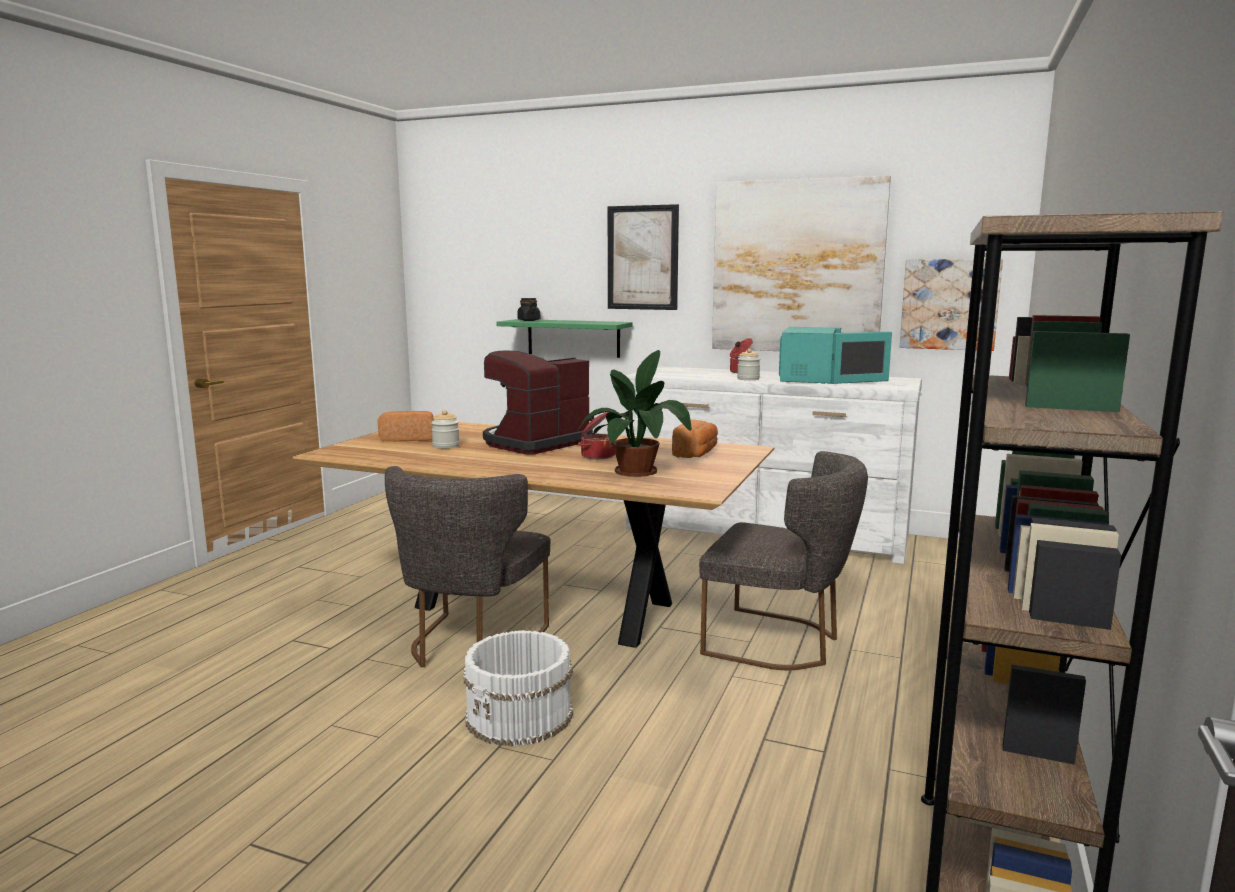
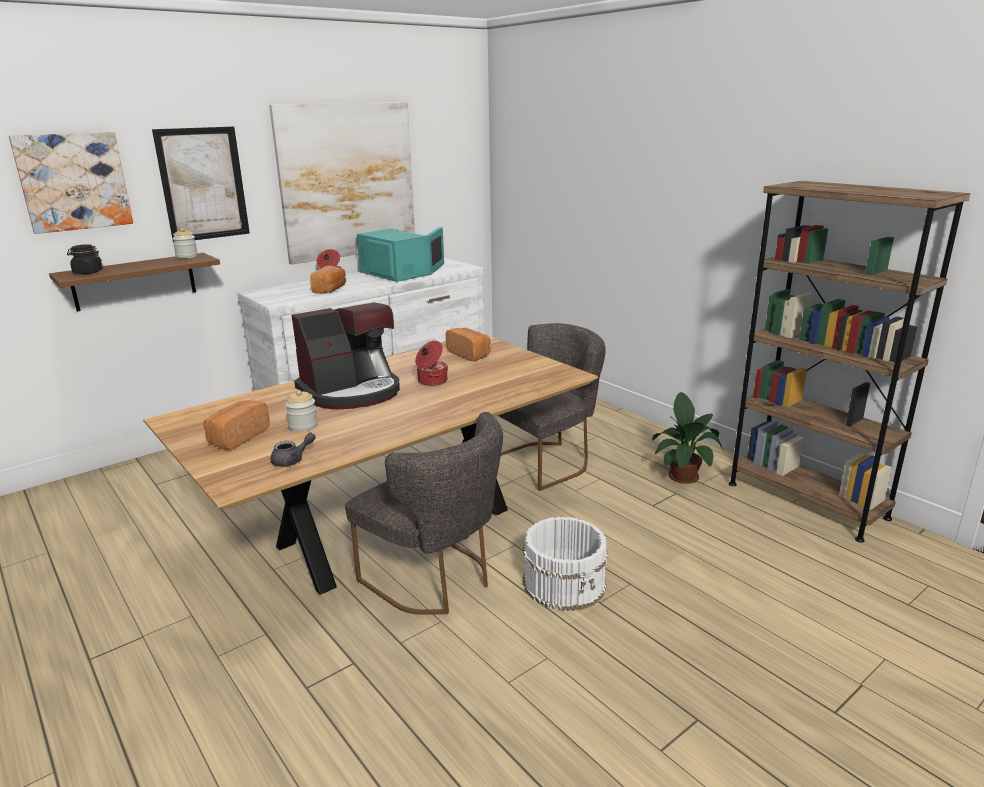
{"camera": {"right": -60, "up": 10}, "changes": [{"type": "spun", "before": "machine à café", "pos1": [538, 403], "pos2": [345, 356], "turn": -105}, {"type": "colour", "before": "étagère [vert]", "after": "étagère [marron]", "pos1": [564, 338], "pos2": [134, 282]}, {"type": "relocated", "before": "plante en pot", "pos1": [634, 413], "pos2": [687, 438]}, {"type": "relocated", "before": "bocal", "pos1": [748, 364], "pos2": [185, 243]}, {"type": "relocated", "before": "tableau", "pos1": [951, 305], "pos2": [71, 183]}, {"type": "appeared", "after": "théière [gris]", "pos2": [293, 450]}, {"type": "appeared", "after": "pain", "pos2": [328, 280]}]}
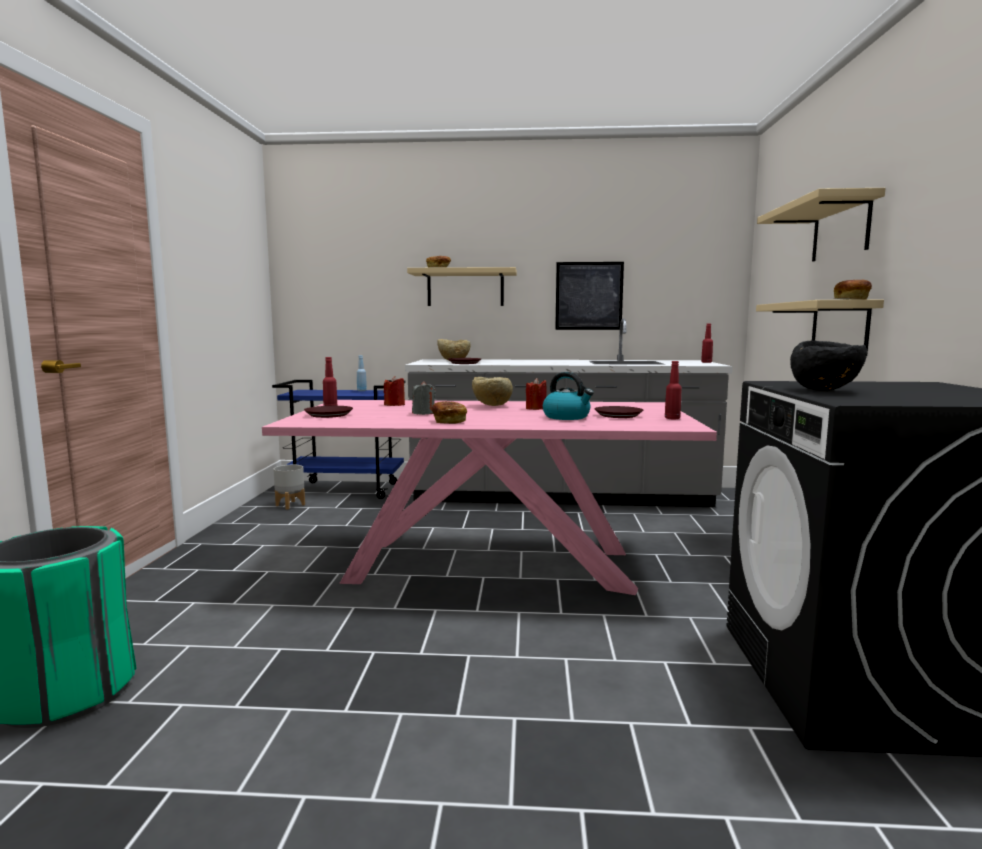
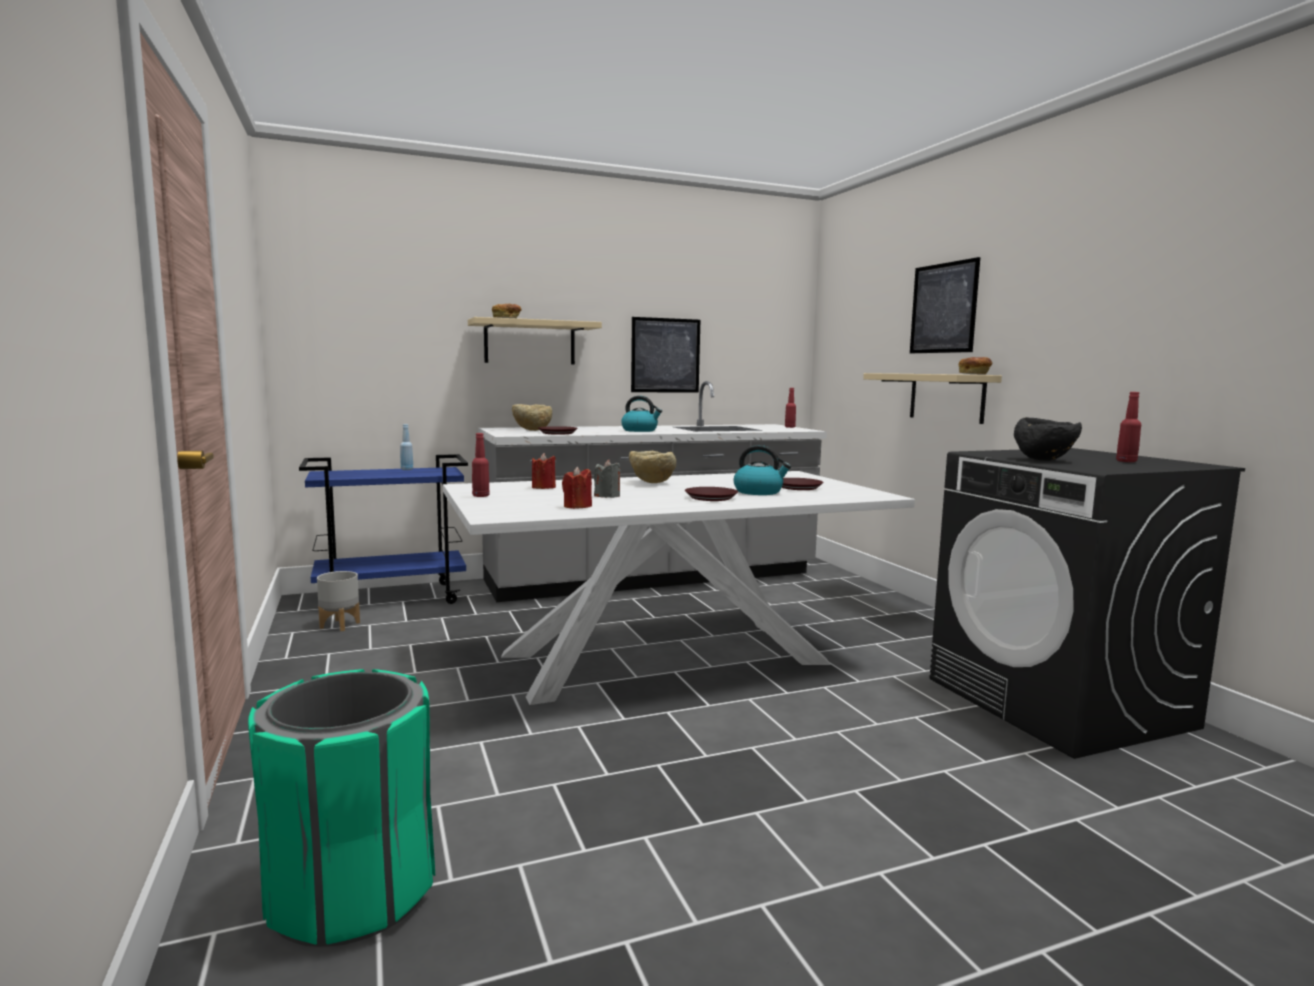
{"camera": {"right": -25, "up": 0}, "changes": [{"type": "colour", "before": "table à manger [rose]", "after": "table à manger [blanc]", "pos1": [489, 497], "pos2": [679, 588]}, {"type": "relocated", "before": "assiette [marron]", "pos1": [328, 412], "pos2": [711, 494]}, {"type": "missing", "before": "pain", "pos1": [449, 412]}, {"type": "relocated", "before": "bougie [rouge]", "pos1": [536, 394], "pos2": [577, 487]}, {"type": "relocated", "before": "bouteille [rouge]", "pos1": [673, 390], "pos2": [1128, 427]}, {"type": "exchanged", "before": "étagère [beige]", "after": "tableau", "pos1": [821, 225], "pos2": [945, 305]}, {"type": "appeared", "after": "bouilloire", "pos2": [641, 414]}]}
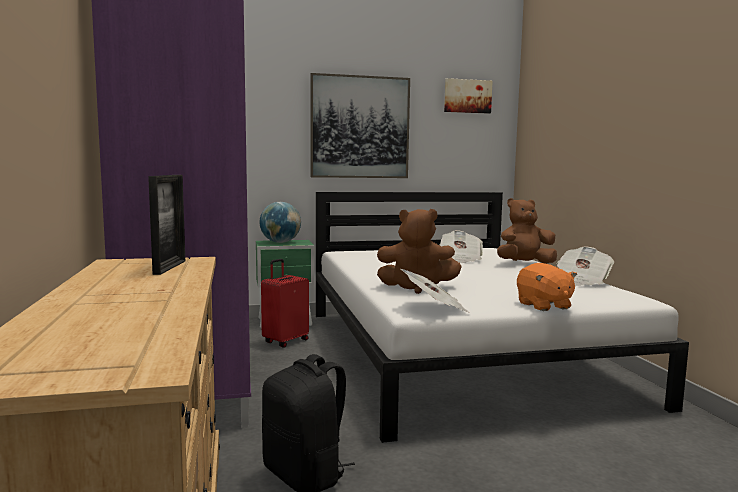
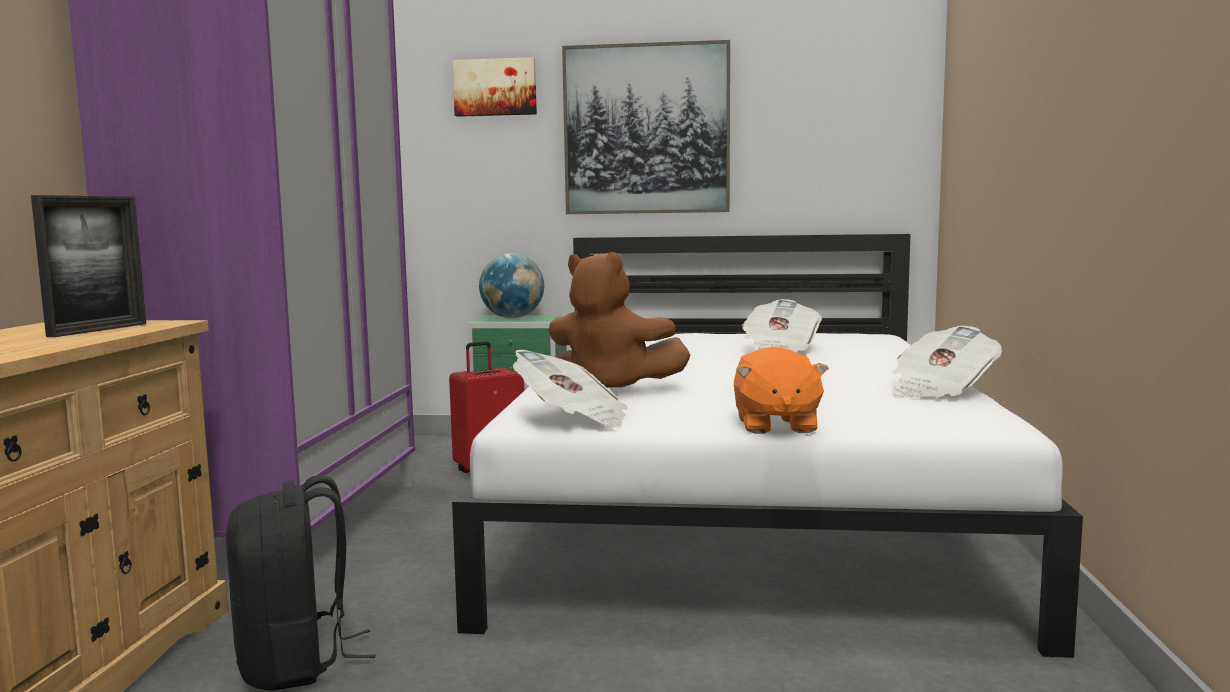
{"camera": {"right": 20, "up": 0}, "changes": [{"type": "relocated", "before": "tableau", "pos1": [468, 96], "pos2": [494, 87]}, {"type": "missing", "before": "peluche [marron]", "pos1": [527, 231]}]}
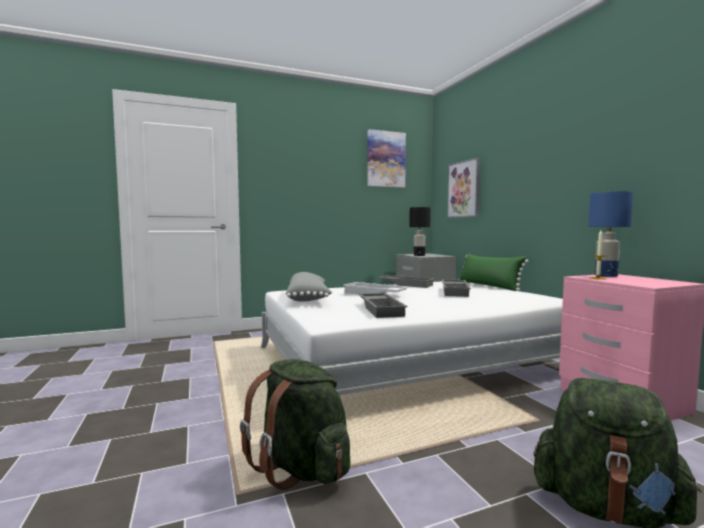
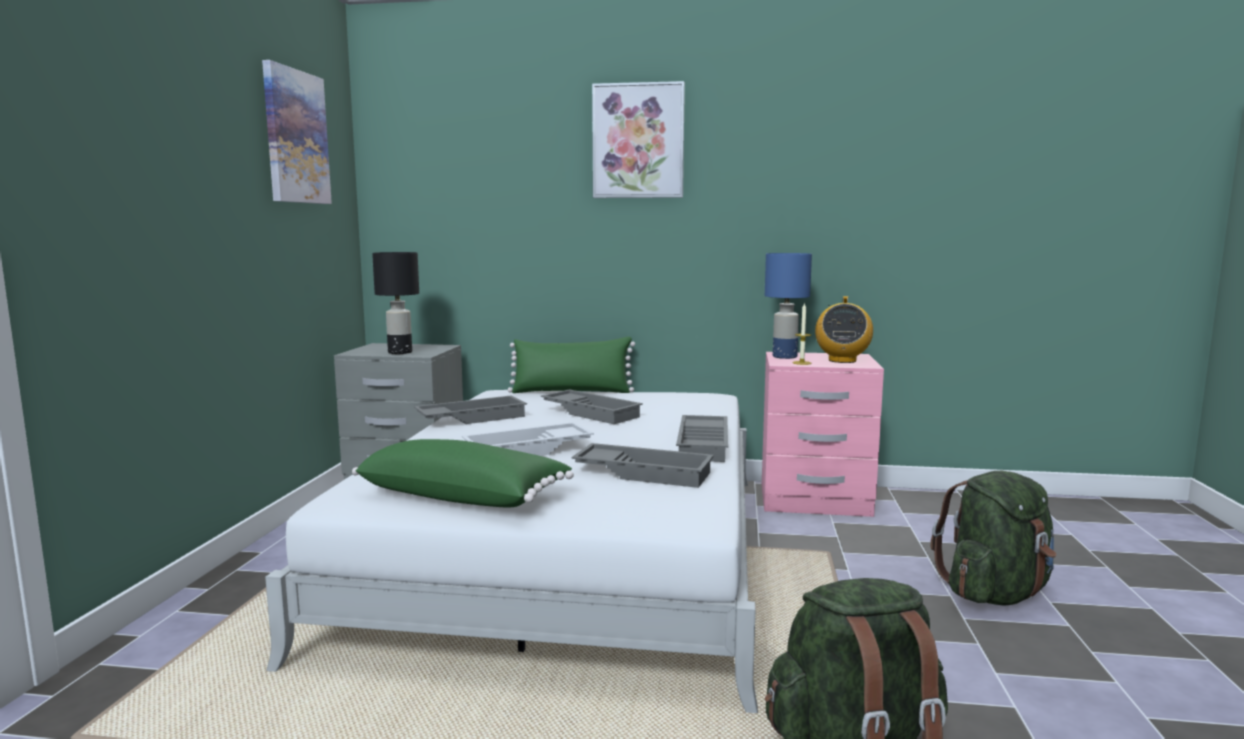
{"camera": {"right": -60, "up": 5}, "changes": [{"type": "colour", "before": "coussin [gris]", "after": "coussin [vert]", "pos1": [309, 286], "pos2": [463, 473]}, {"type": "relocated", "before": "tableau", "pos1": [464, 187], "pos2": [638, 139]}, {"type": "appeared", "after": "plateau [gris]", "pos2": [702, 438]}, {"type": "appeared", "after": "radio", "pos2": [844, 329]}]}
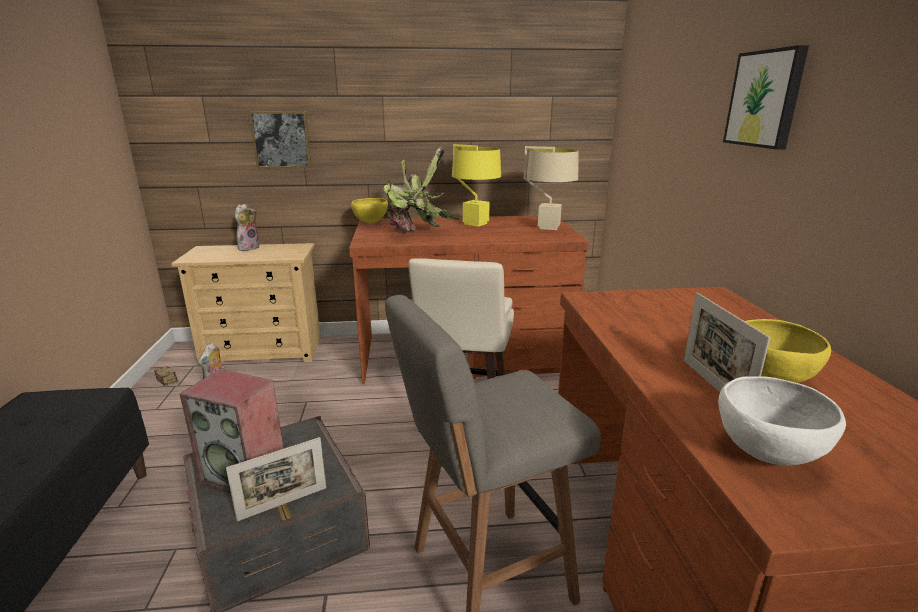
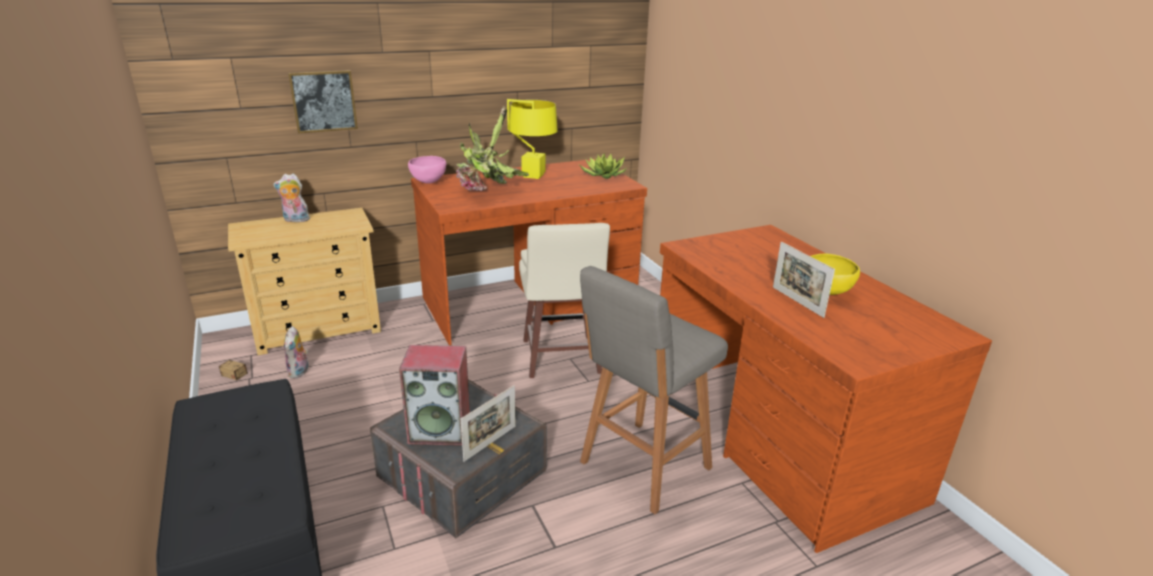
{"camera": {"right": -20, "up": 5}, "changes": [{"type": "spun", "before": "peluche", "pos1": [247, 227], "pos2": [291, 198], "turn": -105}, {"type": "colour", "before": "bol [jaune]", "after": "bol [rose]", "pos1": [369, 210], "pos2": [427, 170]}, {"type": "exchanged", "before": "lampe de table [beige]", "after": "plante en pot", "pos1": [551, 188], "pos2": [603, 166]}, {"type": "missing", "before": "bol [blanc]", "pos1": [782, 421]}, {"type": "missing", "before": "tableau", "pos1": [766, 97]}]}
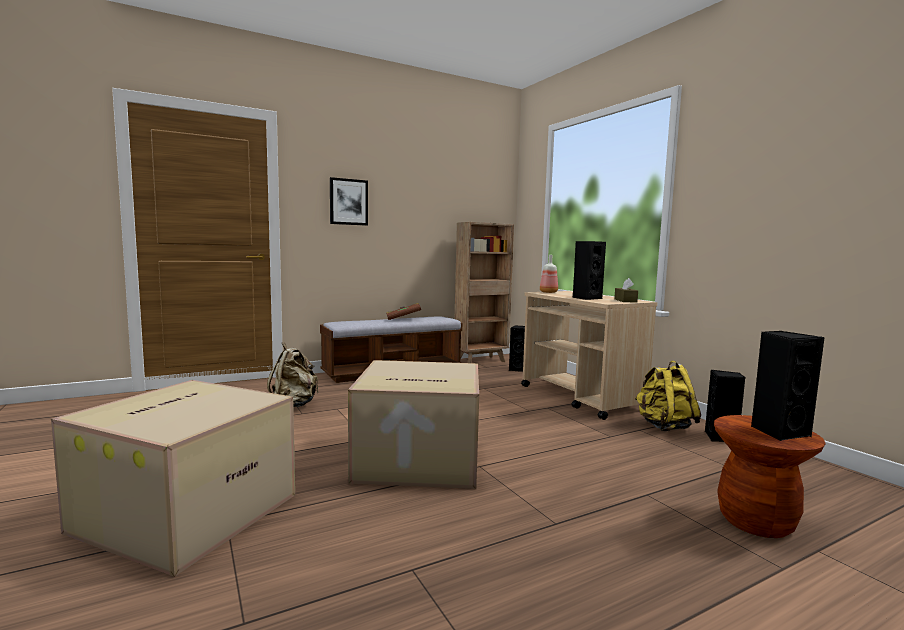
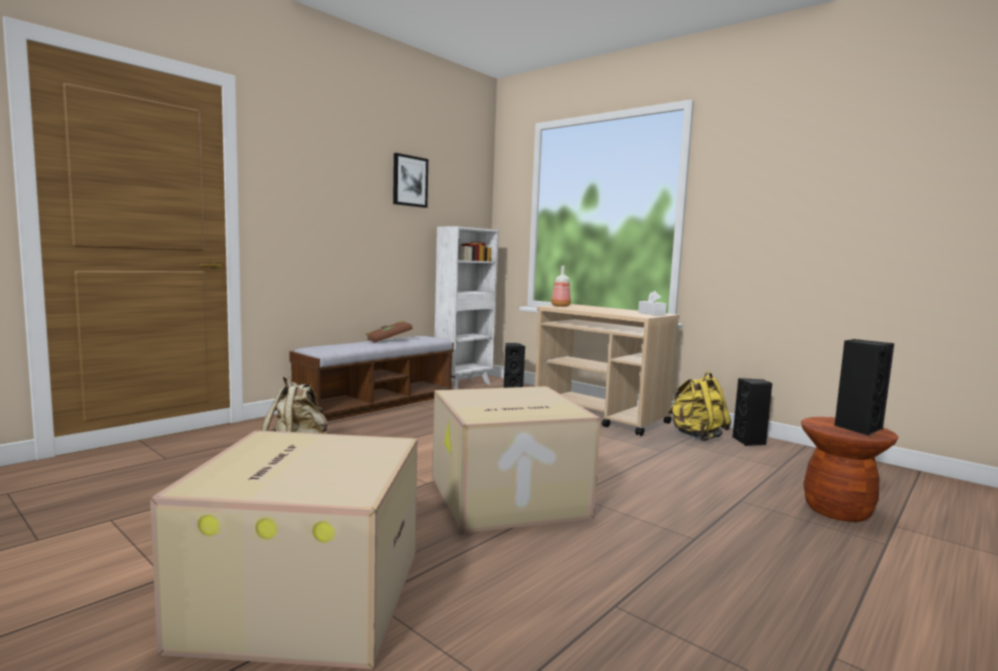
{"camera": {"right": -20, "up": 0}, "changes": [{"type": "relocated", "before": "tableau", "pos1": [349, 201], "pos2": [410, 180]}, {"type": "colour", "before": "bibliothèque [marron]", "after": "bibliothèque [blanc]", "pos1": [484, 292], "pos2": [467, 307]}, {"type": "missing", "before": "enceinte [noir]", "pos1": [589, 270]}, {"type": "colour", "before": "boîte à mouchoirs [marron]", "after": "boîte à mouchoirs [blanc]", "pos1": [626, 290], "pos2": [652, 303]}]}
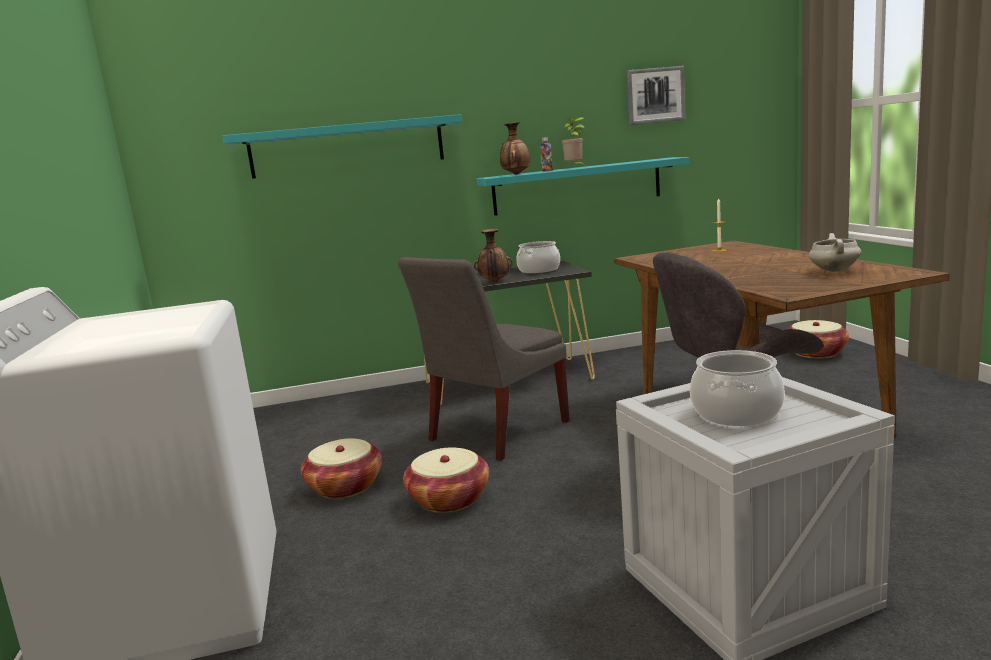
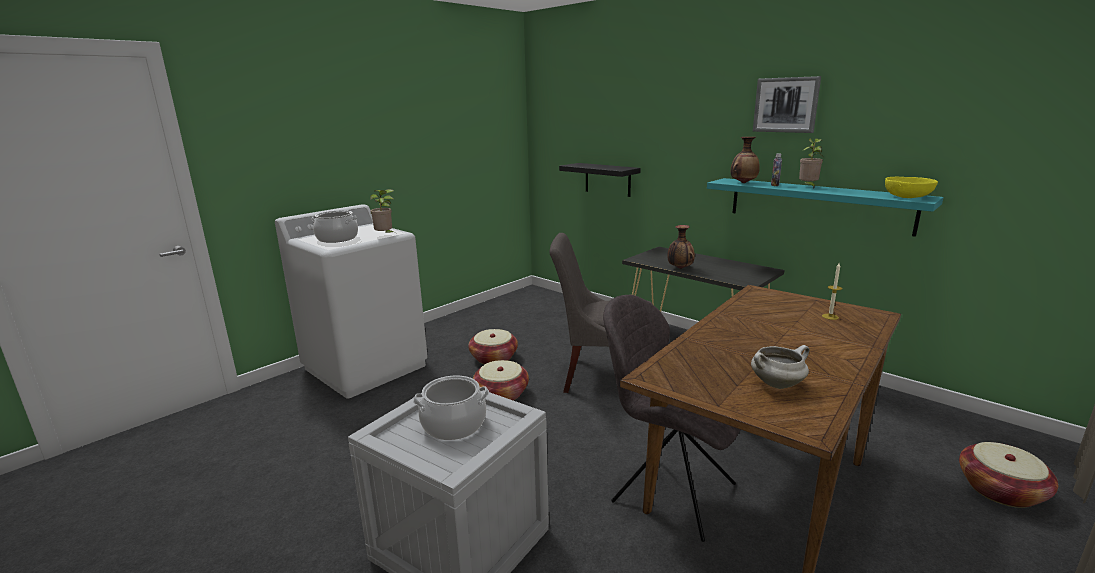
{"camera": {"right": 55, "up": 5}, "changes": [{"type": "missing", "before": "étagère [turquoise]", "pos1": [342, 146]}, {"type": "relocated", "before": "marmite", "pos1": [538, 257], "pos2": [335, 226]}, {"type": "relocated", "before": "tableau", "pos1": [656, 95], "pos2": [787, 104]}, {"type": "appeared", "after": "plante en pot", "pos2": [382, 211]}, {"type": "appeared", "after": "étagère [noir]", "pos2": [600, 180]}, {"type": "appeared", "after": "bol [jaune]", "pos2": [911, 187]}]}
